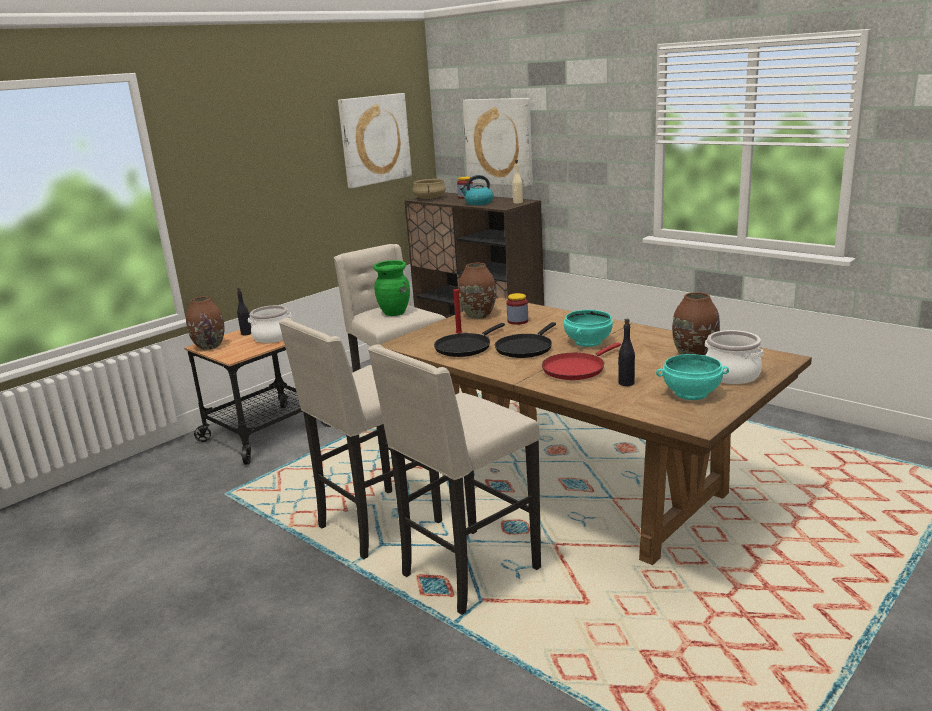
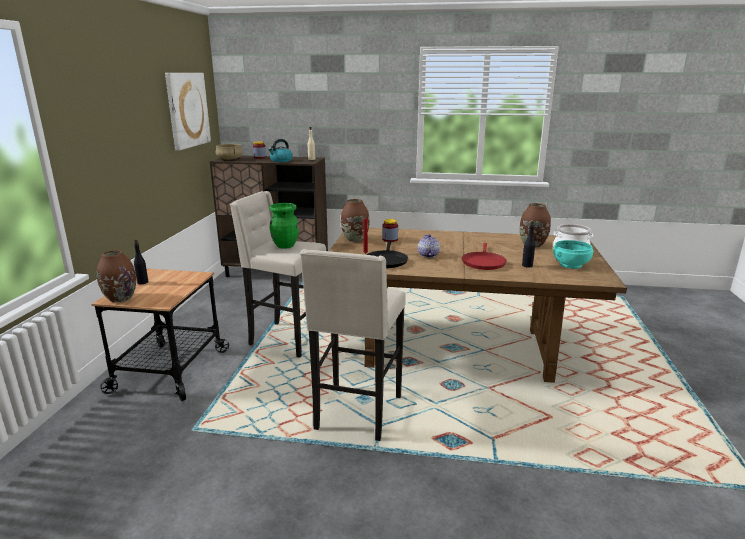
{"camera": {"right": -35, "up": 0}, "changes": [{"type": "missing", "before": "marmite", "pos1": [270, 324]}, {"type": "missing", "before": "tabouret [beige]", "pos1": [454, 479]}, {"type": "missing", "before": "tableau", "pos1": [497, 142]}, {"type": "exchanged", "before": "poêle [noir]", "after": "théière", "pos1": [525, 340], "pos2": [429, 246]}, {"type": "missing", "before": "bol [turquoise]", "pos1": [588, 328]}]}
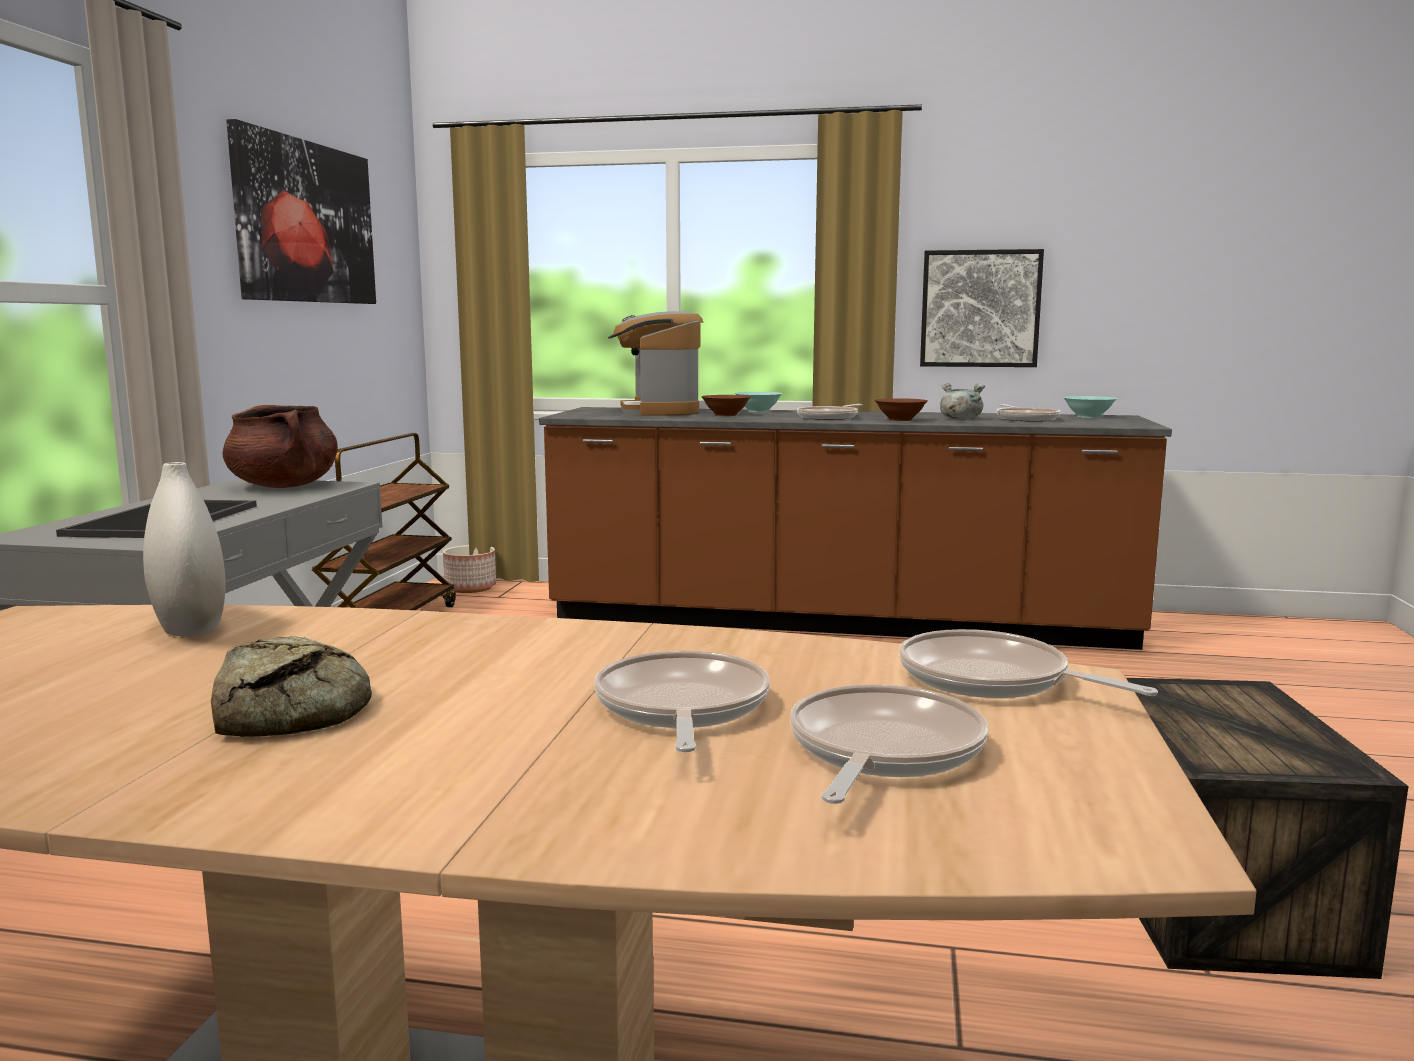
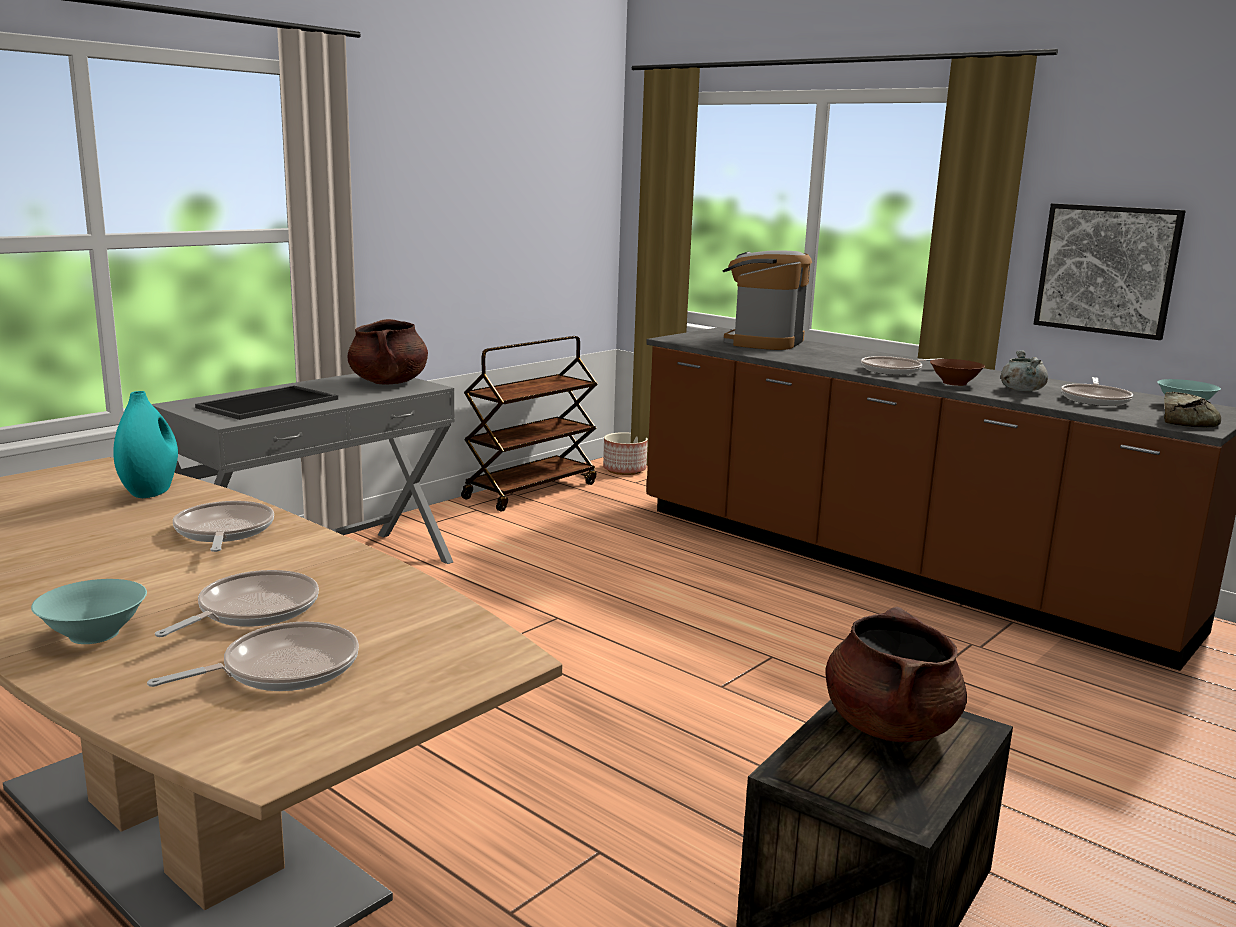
{"camera": {"right": 30, "up": 5}, "changes": [{"type": "colour", "before": "vase [blanc]", "after": "vase [turquoise]", "pos1": [184, 549], "pos2": [145, 444]}, {"type": "relocated", "before": "pain", "pos1": [291, 686], "pos2": [1192, 410]}, {"type": "missing", "before": "tableau", "pos1": [301, 211]}, {"type": "missing", "before": "bol [marron]", "pos1": [726, 405]}, {"type": "relocated", "before": "bol [turquoise]", "pos1": [758, 402], "pos2": [89, 611]}, {"type": "relocated", "before": "poêle", "pos1": [1028, 663], "pos2": [223, 526]}, {"type": "appeared", "after": "marmite [marron]", "pos2": [896, 674]}]}
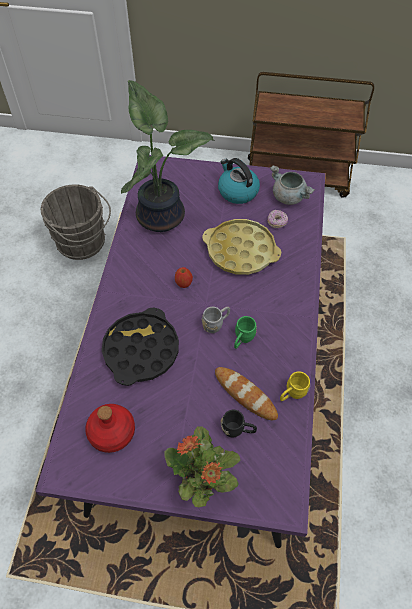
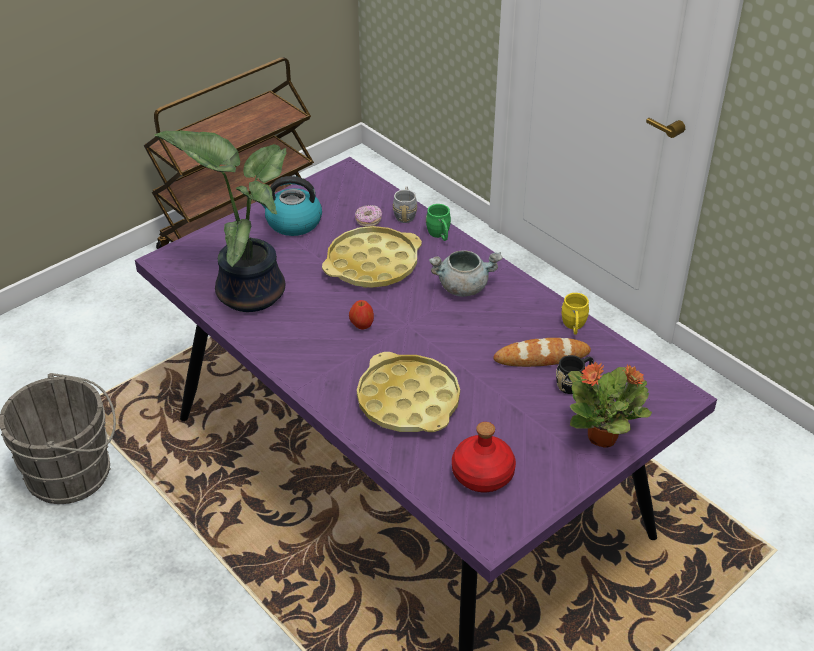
{"camera": {"right": -50, "up": -15}, "changes": [{"type": "colour", "before": "plateau [noir]", "after": "plateau [jaune]", "pos1": [140, 346], "pos2": [408, 392]}, {"type": "relocated", "before": "mug [gris]", "pos1": [216, 320], "pos2": [405, 205]}, {"type": "relocated", "before": "mug [vert]", "pos1": [245, 332], "pos2": [438, 222]}, {"type": "relocated", "before": "marmite [gris]", "pos1": [292, 185], "pos2": [466, 273]}]}
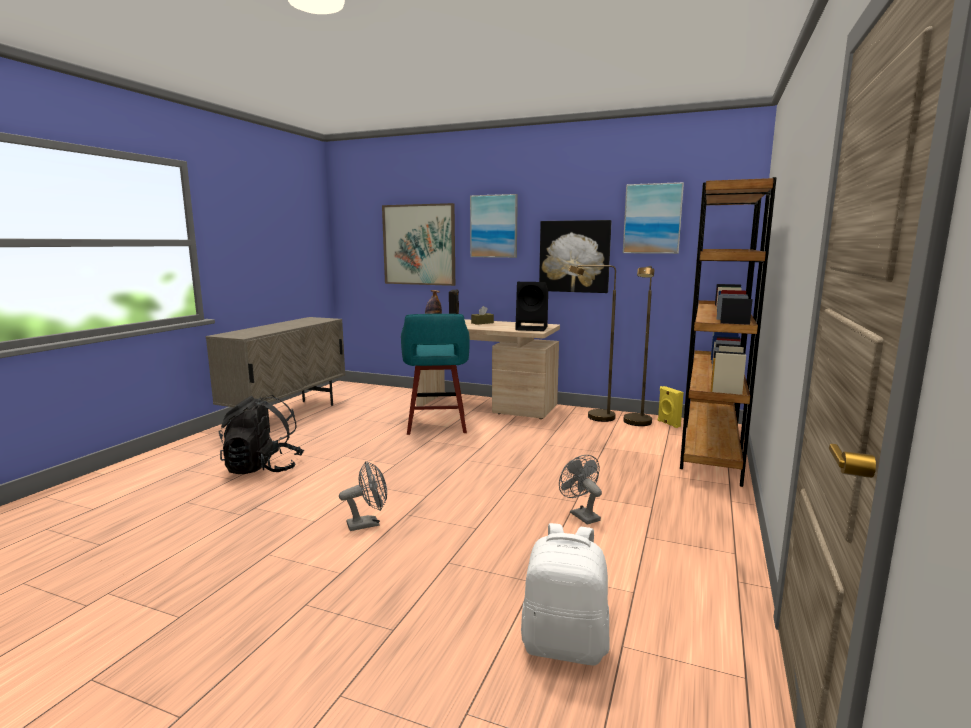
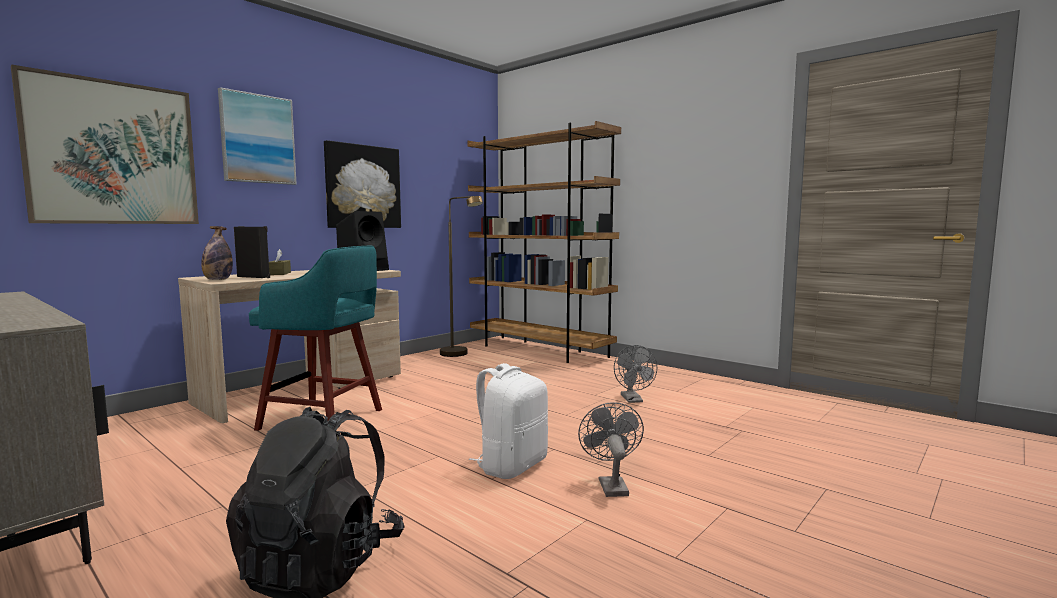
{"camera": {"right": -70, "up": -5}, "changes": [{"type": "relocated", "before": "sac à dos [blanc]", "pos1": [565, 594], "pos2": [508, 421]}, {"type": "spun", "before": "ventilateur [gris]", "pos1": [580, 490], "pos2": [635, 374], "turn": -90}, {"type": "missing", "before": "lampadaire [marron]", "pos1": [592, 343]}, {"type": "missing", "before": "tableau", "pos1": [653, 218]}, {"type": "missing", "before": "enceinte [jaune]", "pos1": [671, 407]}]}
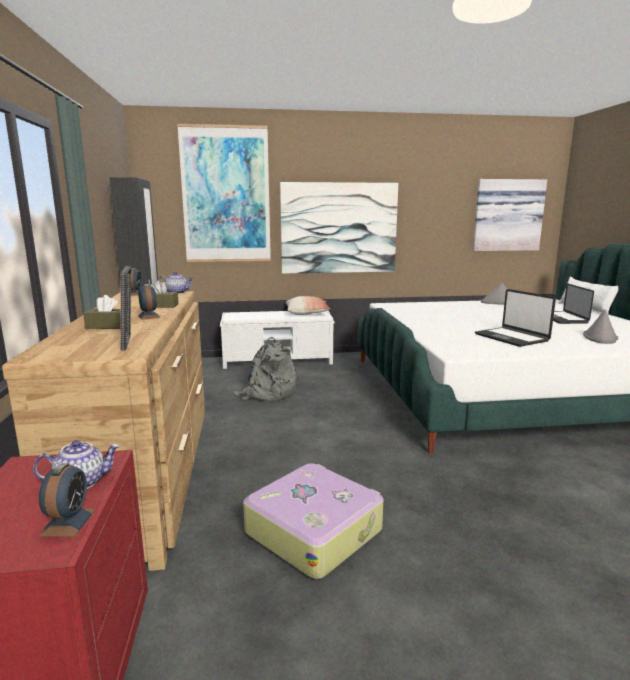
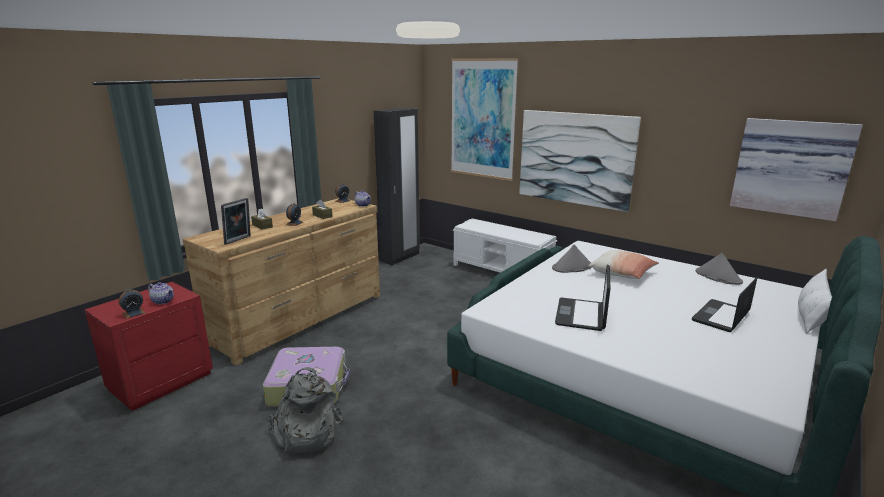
{"camera": {"right": 45, "up": 5}, "changes": [{"type": "relocated", "before": "sac à dos [gris]", "pos1": [265, 369], "pos2": [305, 410]}, {"type": "relocated", "before": "coussin", "pos1": [307, 305], "pos2": [624, 264]}, {"type": "relocated", "before": "chapeau [gris]", "pos1": [600, 326], "pos2": [572, 259]}]}
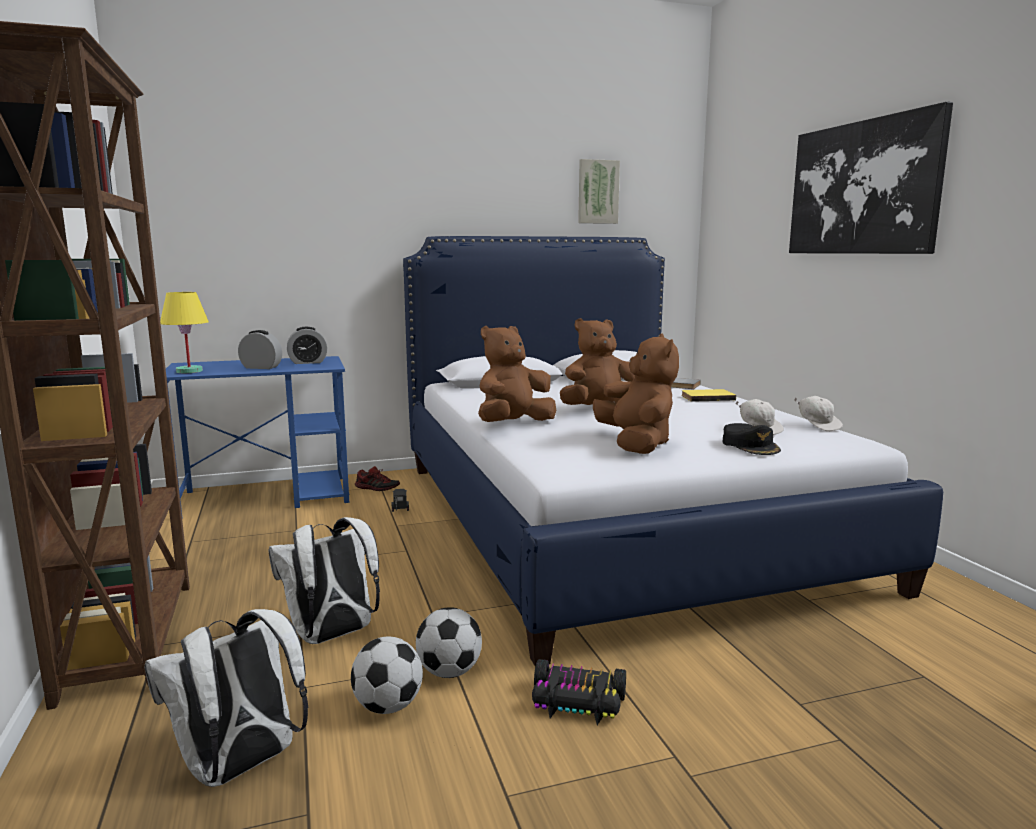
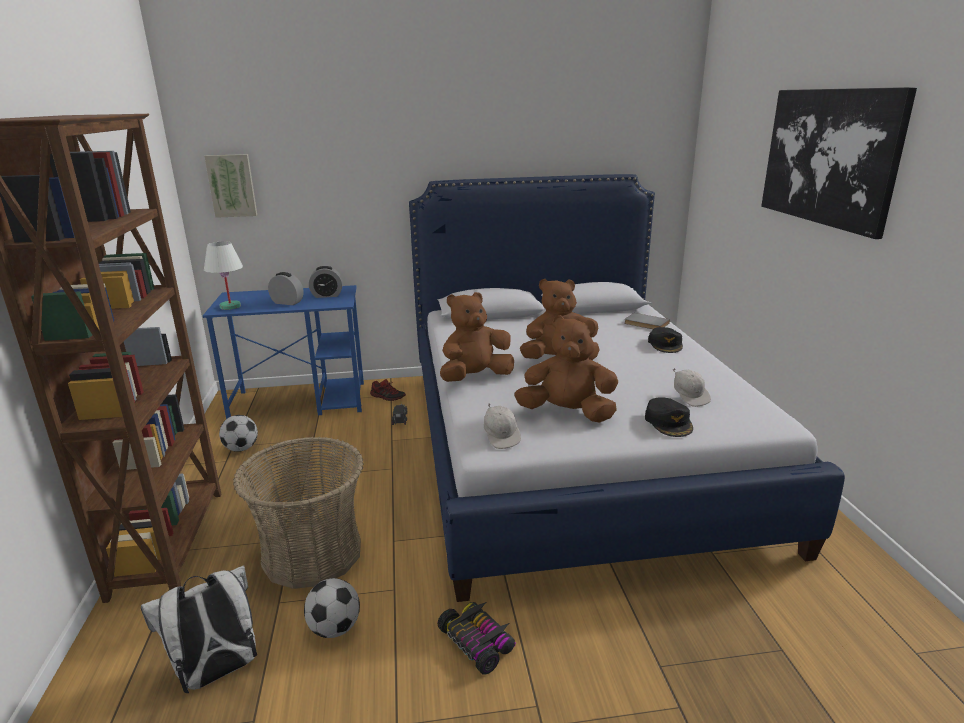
{"camera": {"right": 10, "up": 10}, "changes": [{"type": "colour", "before": "lampe de table [jaune]", "after": "lampe de table [blanc]", "pos1": [184, 332], "pos2": [223, 275]}, {"type": "exchanged", "before": "sac à dos [blanc]", "after": "panier", "pos1": [324, 580], "pos2": [298, 513]}, {"type": "relocated", "before": "ballon de foot", "pos1": [449, 642], "pos2": [238, 433]}, {"type": "spun", "before": "petite voiture", "pos1": [579, 692], "pos2": [476, 638], "turn": -150}, {"type": "relocated", "before": "tableau", "pos1": [599, 191], "pos2": [230, 186]}, {"type": "spun", "before": "peluche [marron]", "pos1": [636, 393], "pos2": [566, 368], "turn": -75}, {"type": "exchanged", "before": "livre [jaune]", "after": "casquette [noir]", "pos1": [708, 395], "pos2": [665, 340]}, {"type": "relocated", "before": "casquette [blanc]", "pos1": [818, 413], "pos2": [502, 426]}]}
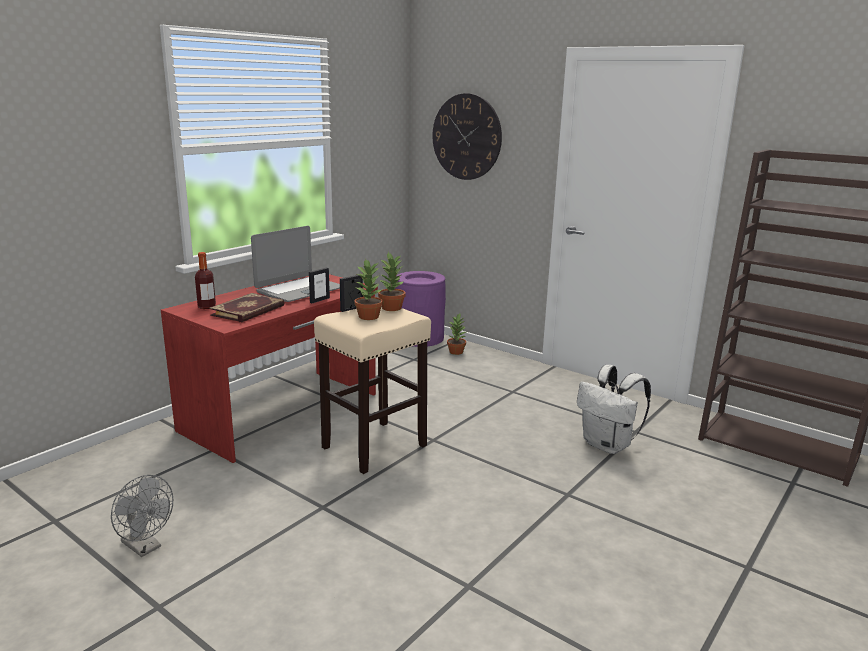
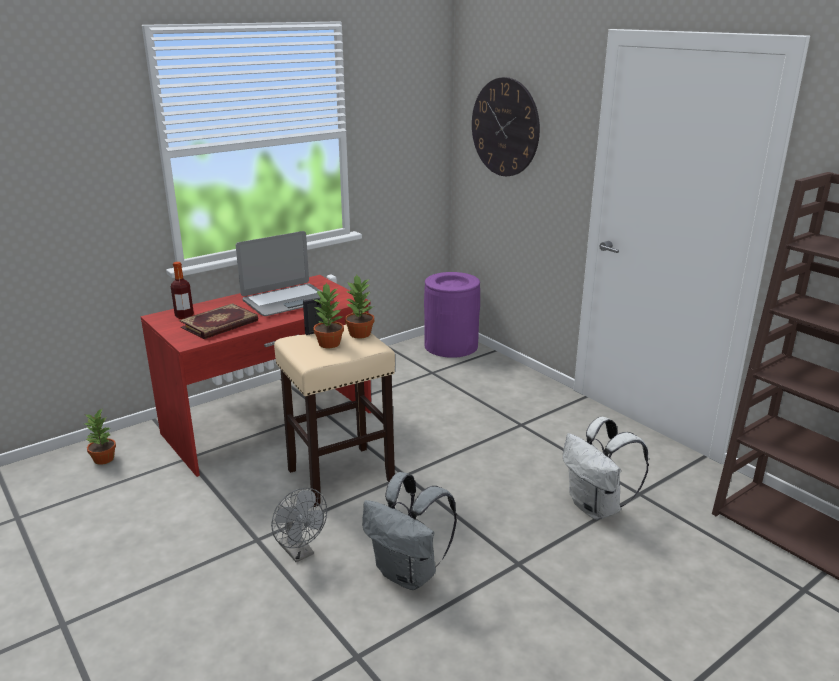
{"camera": {"right": 15, "up": 5}, "changes": [{"type": "relocated", "before": "ventilateur [gris]", "pos1": [142, 516], "pos2": [299, 525]}, {"type": "missing", "before": "cadre photo", "pos1": [319, 285]}, {"type": "relocated", "before": "plante en pot", "pos1": [456, 334], "pos2": [100, 437]}, {"type": "appeared", "after": "sac à dos [gris]", "pos2": [409, 531]}]}
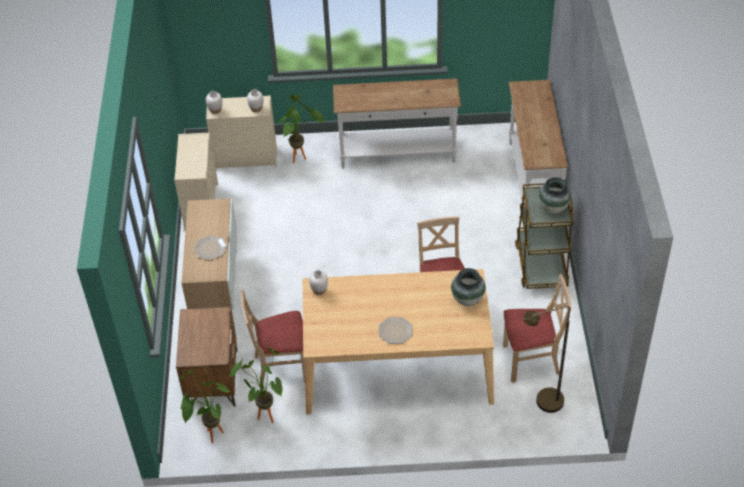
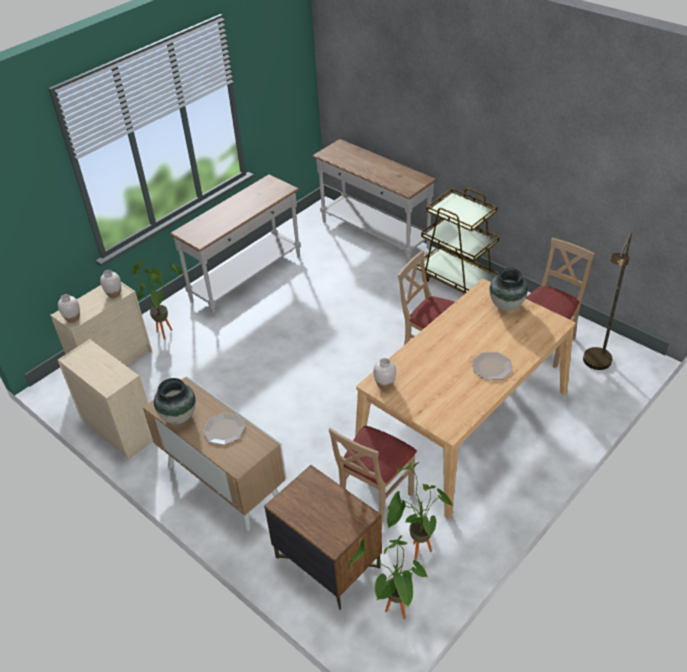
{"camera": {"right": -45, "up": -5}, "changes": [{"type": "relocated", "before": "vase", "pos1": [554, 195], "pos2": [175, 401]}]}
